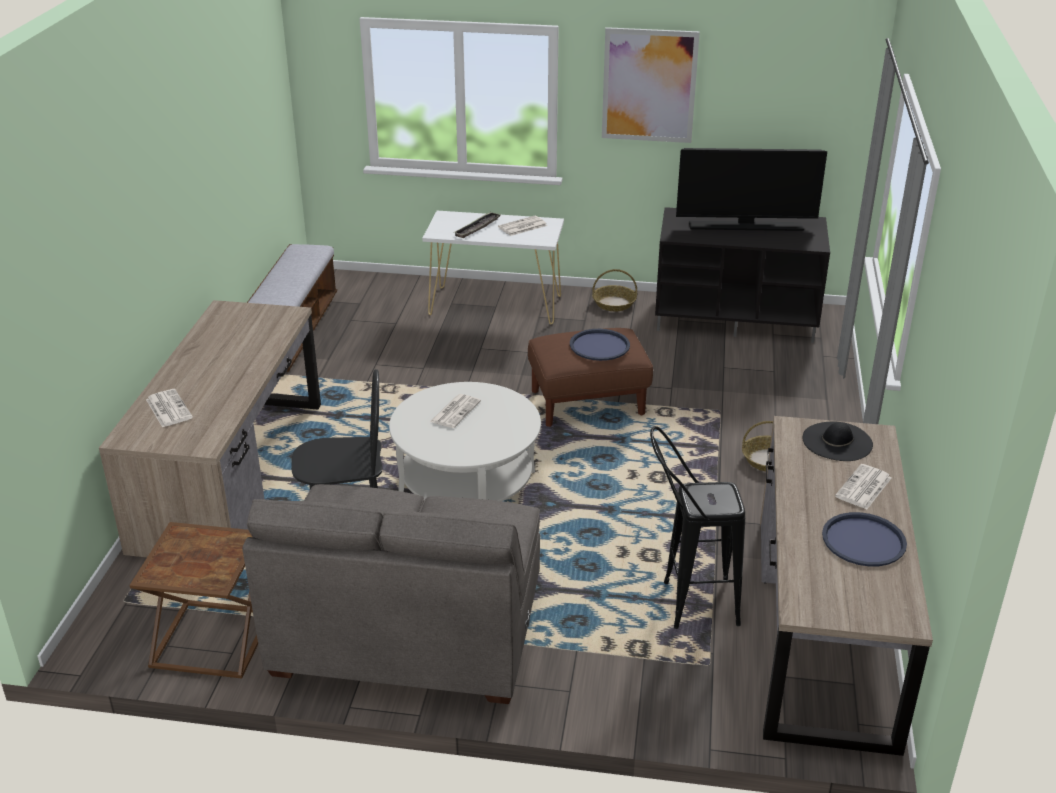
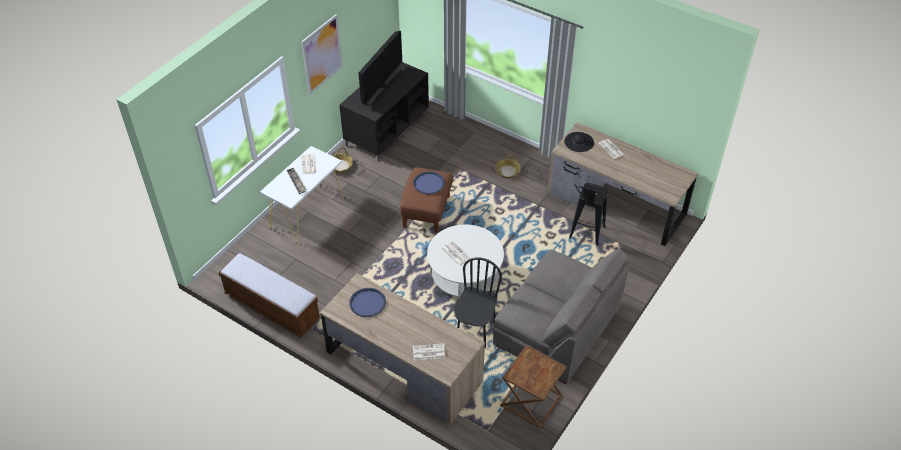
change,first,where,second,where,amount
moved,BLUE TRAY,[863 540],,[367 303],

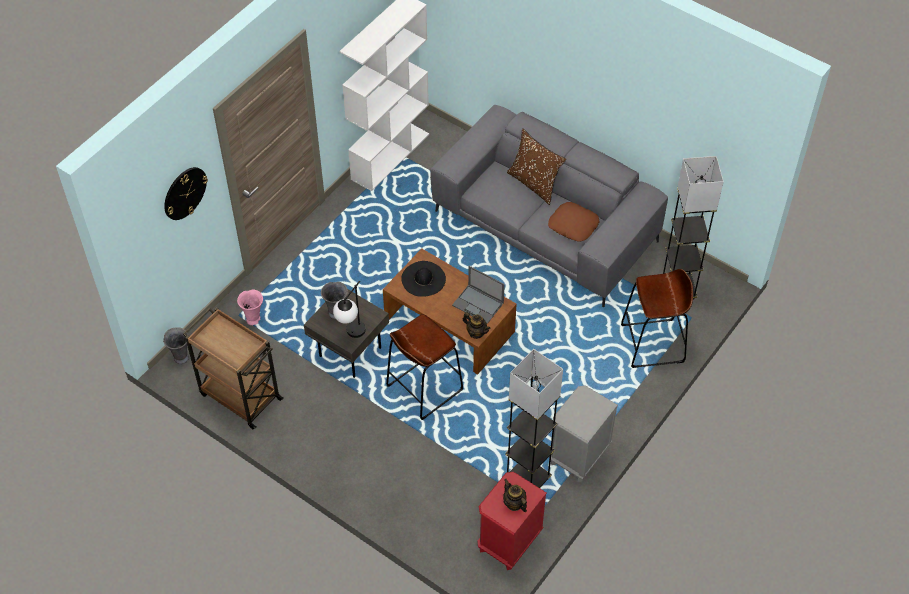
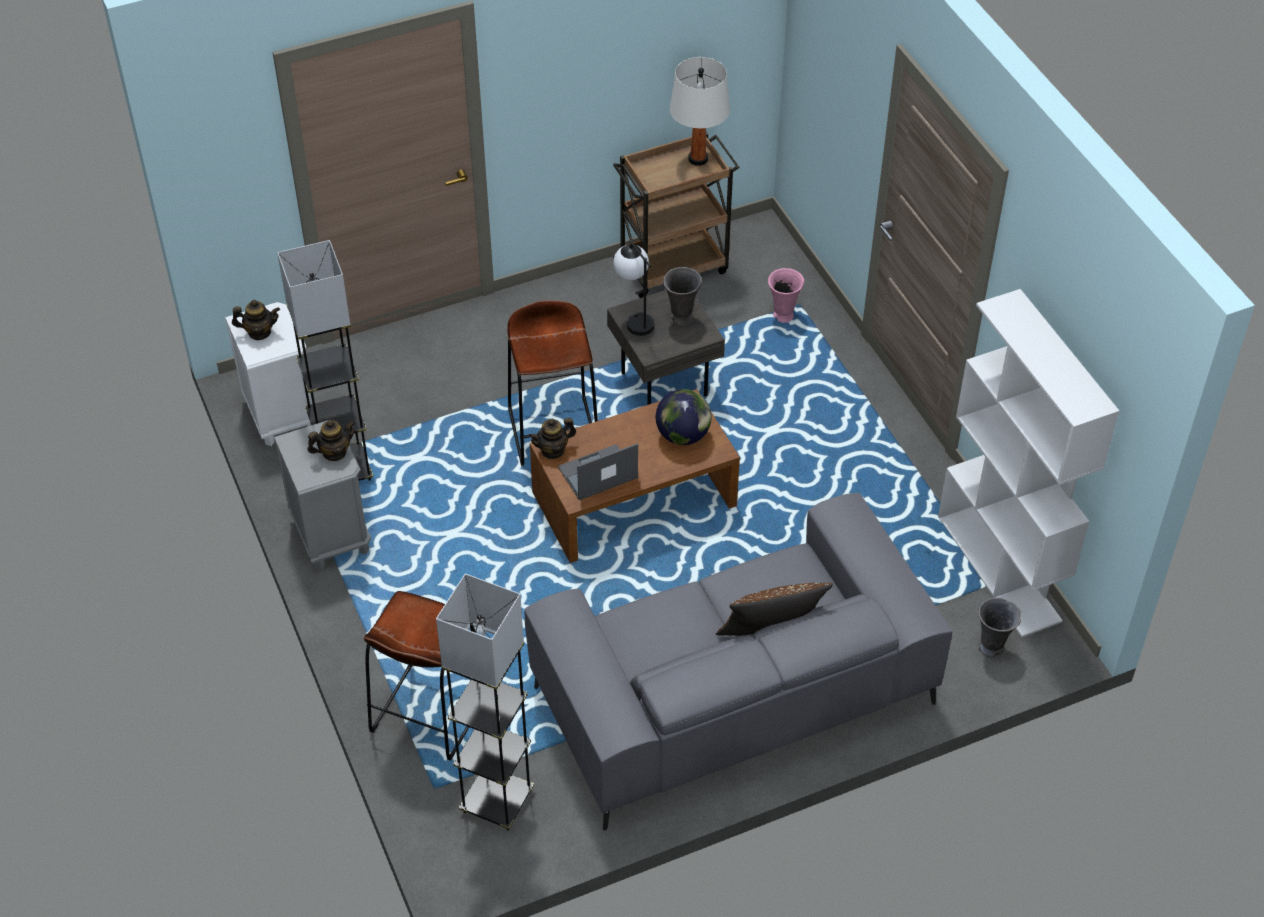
change,first,where,second,where,amount
moved,GREY VASE,[181 357],,[992 648],
removed,WALL CLOCK,[184 193],,,
replaced,BLACK HAT,[423 279],GLOBE,[683 435],
recoloured,RED NIGHTSTAND,[509 542],WHITE NIGHTSTAND,[281 416],
removed,BROWN PILLOW,[573 225],,,
added,,,TEAPOT,[334 452],
added,,,WHITE TABLE LAMP,[698 159],

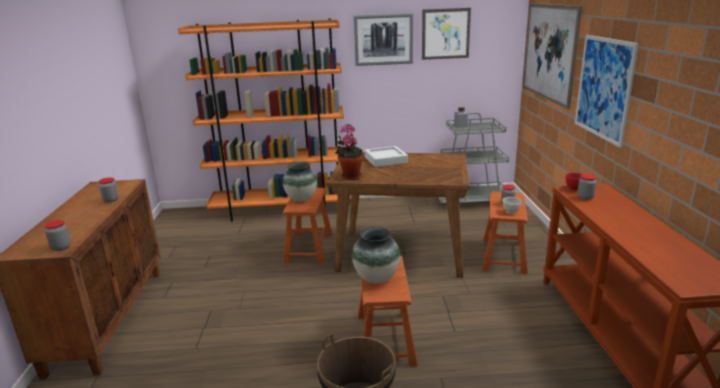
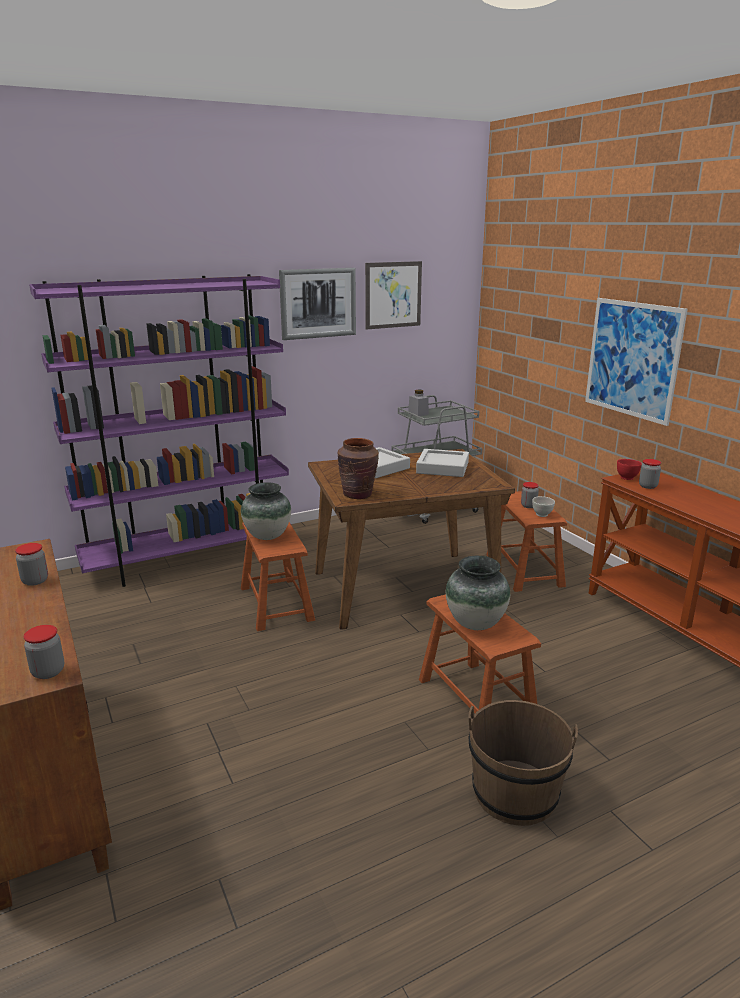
change,first,where,second,where,amount
recoloured,ORANGE BOOKCASE,[280 211],PURPLE BOOKCASE,[189 559],
replaced,POTTED PLANT,[350 176],BROWN VASE,[358 494],
removed,PICTURE,[549 52],,,
added,,,GREY TRAY,[442 467],

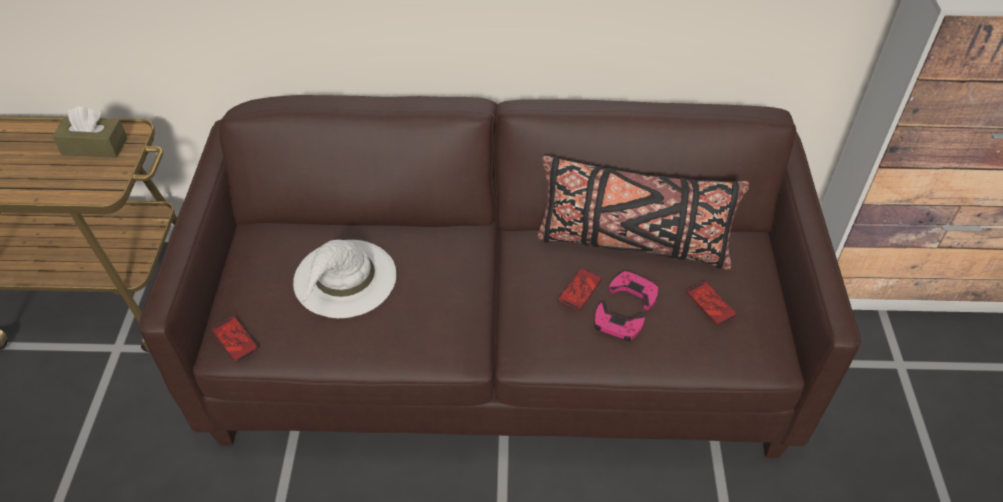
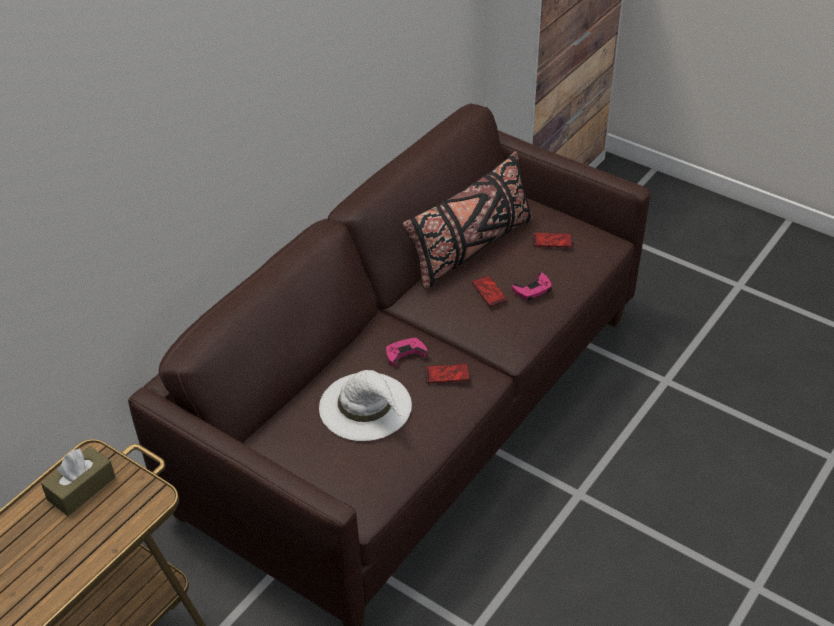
change,first,where,second,where,amount
moved,PHONE,[234 339],,[447 374],
moved,PINK GAME CONTROLLER,[634 292],,[405 353],

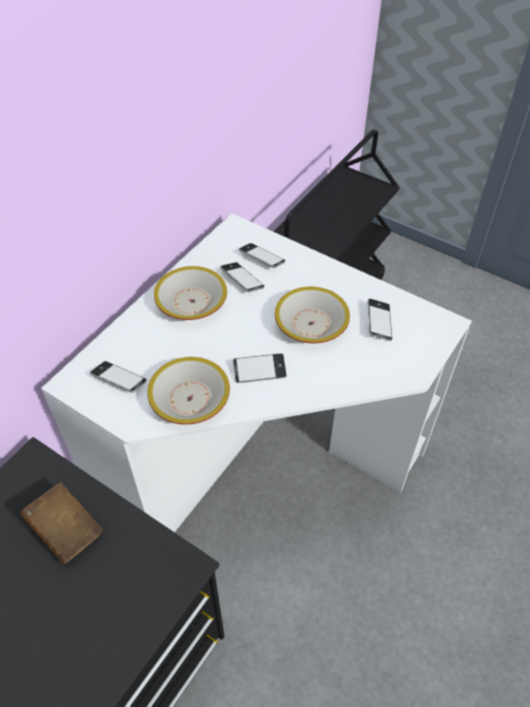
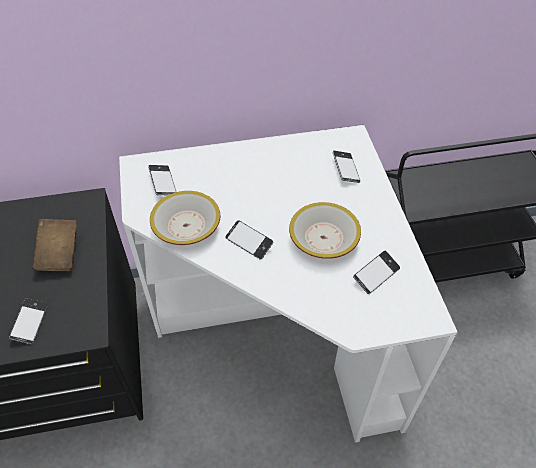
change,first,where,second,where,amount
removed,BOWL,[192 302],,,
moved,PHONE,[242 280],,[30 323],

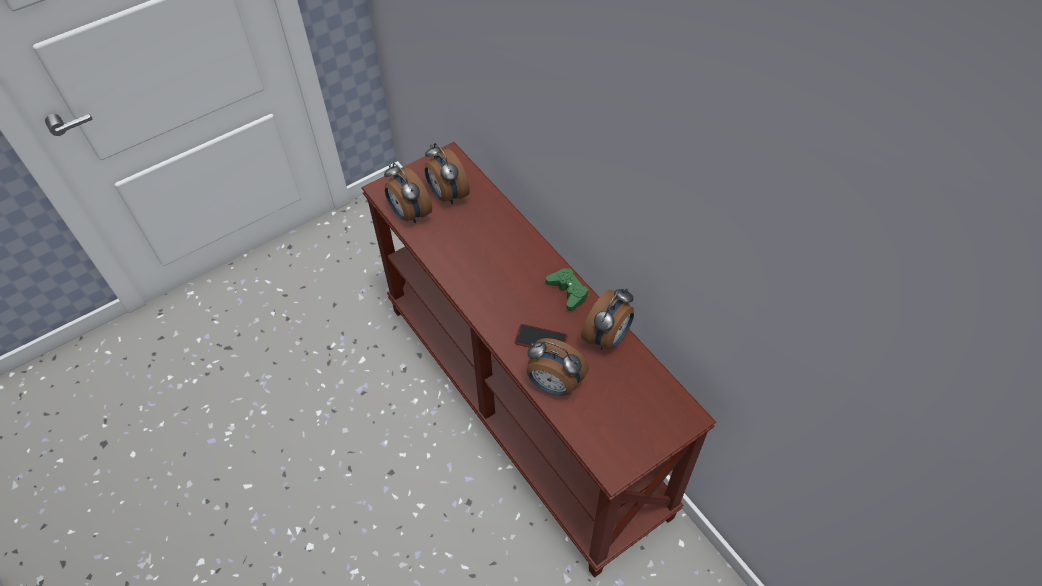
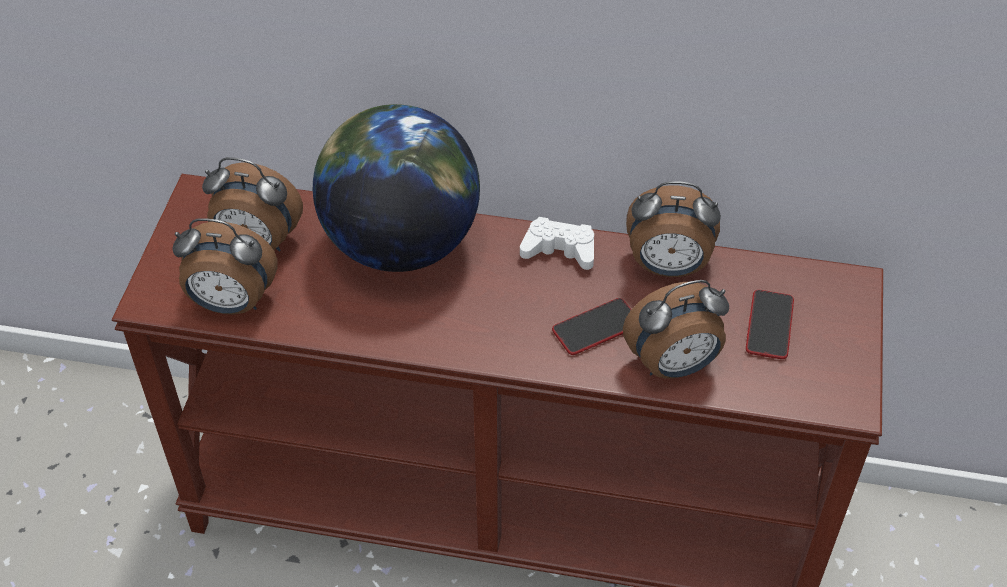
change,first,where,second,where,amount
recoloured,GREEN GAME CONTROLLER,[568 291],WHITE GAME CONTROLLER,[559 250],
turned,ALARM CLOCK,[607 338],,[668 267],105 degrees clockwise
added,,,GLOBE,[400 243],
added,,,PHONE,[769 325],

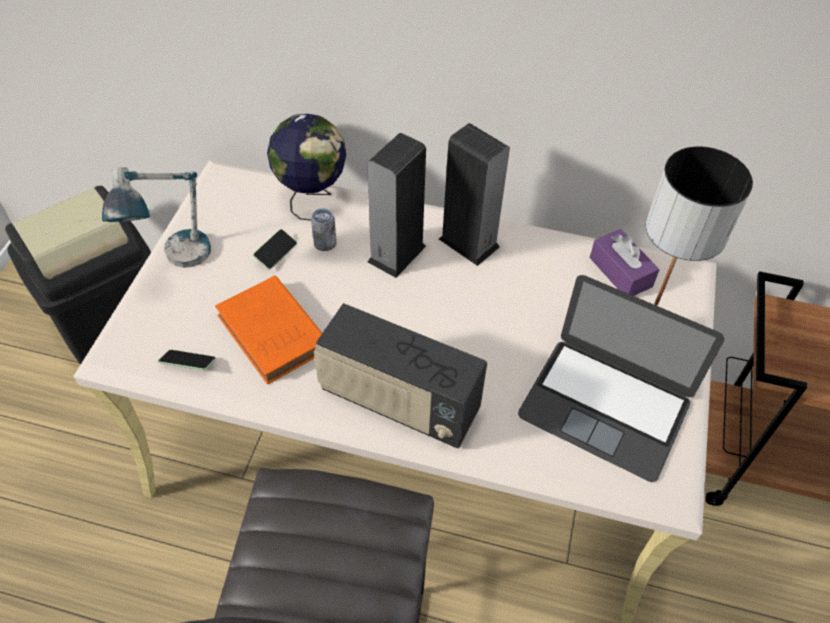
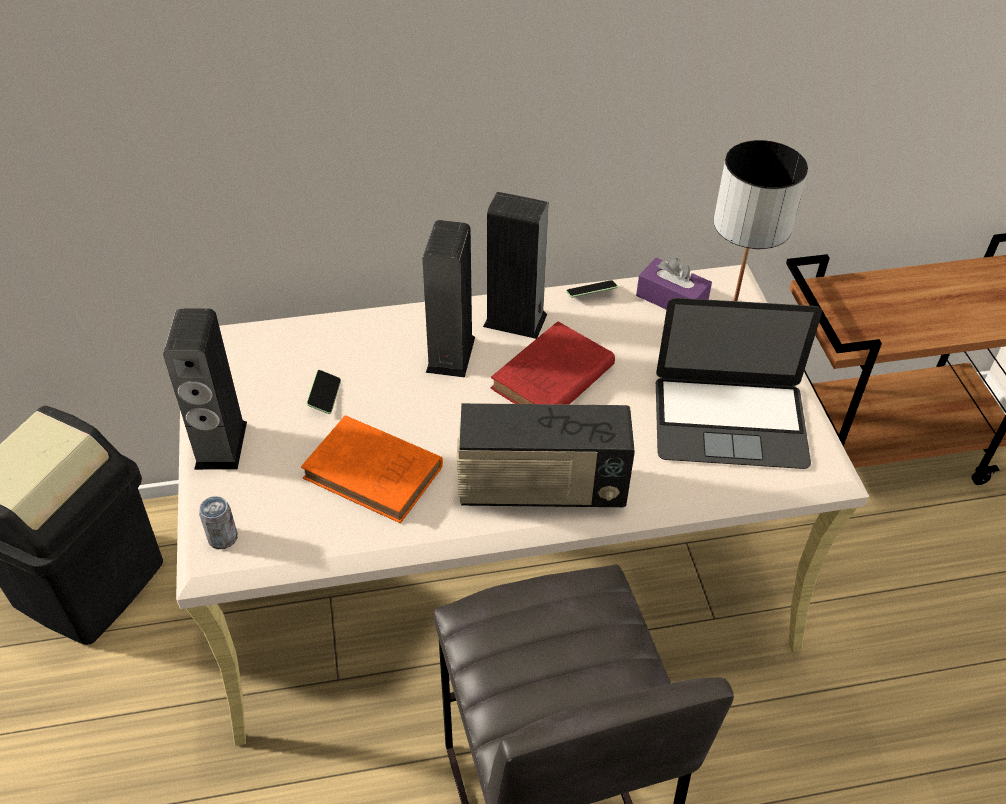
change,first,where,second,where,amount
replaced,TABLE LAMP,[176 264],SPEAKER,[221 445],
moved,PHONE,[188 364],,[591 294],
removed,GLOBE,[312 197],,,
moved,CAN,[325 243],,[223 538],
added,,,RED BOOK,[550 379],

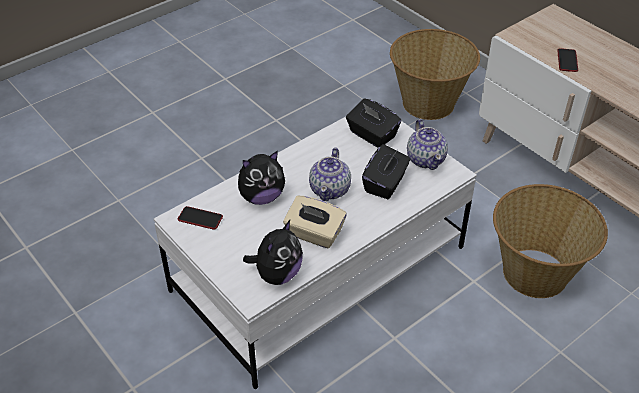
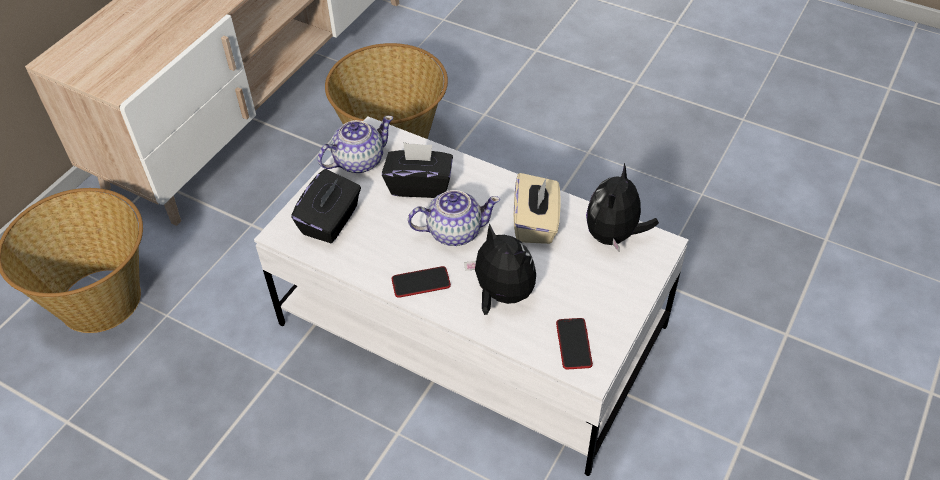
change,first,where,second,where,amount
turned,PLUSH TOY,[277 274],,[614 235],75 degrees counterclockwise
moved,PHONE,[567 61],,[421 282],

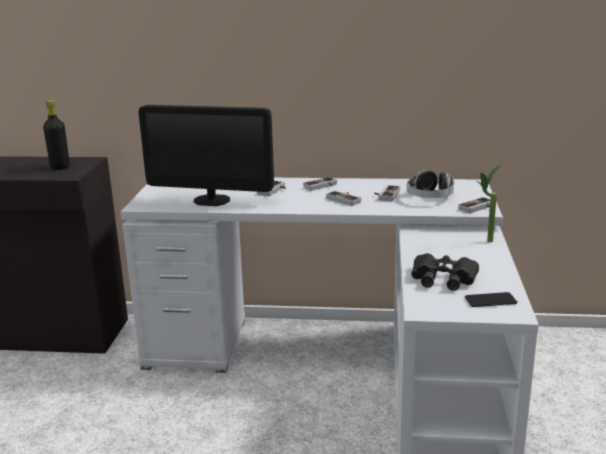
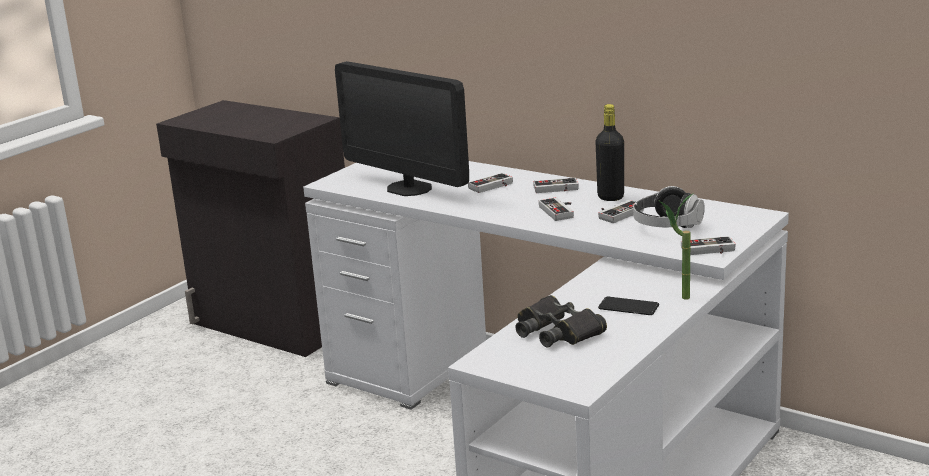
change,first,where,second,where,amount
moved,BLACK BOTTLE,[60 167],,[610 197],
moved,PHONE,[490 300],,[628 307],

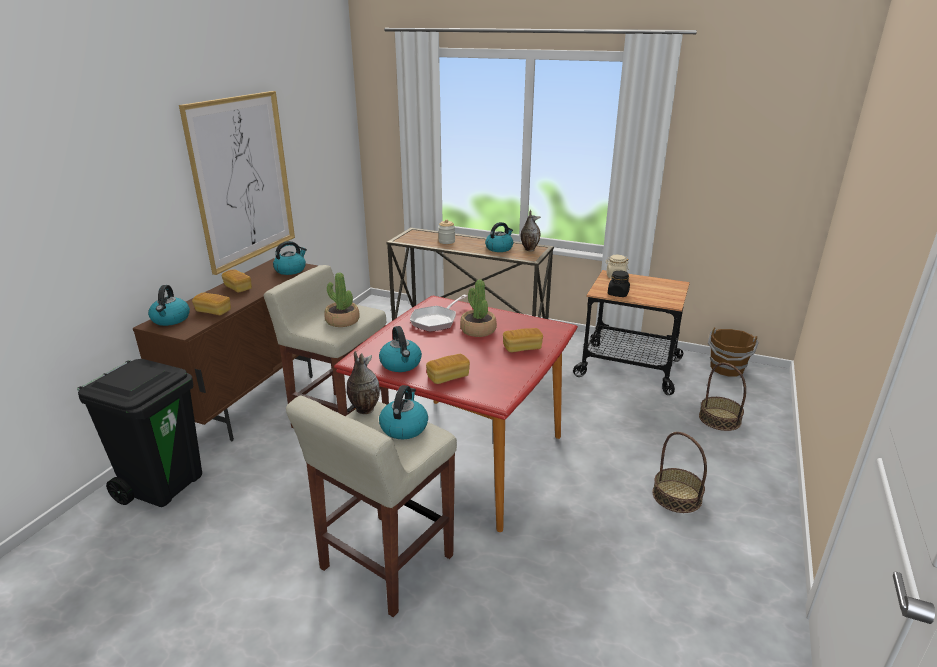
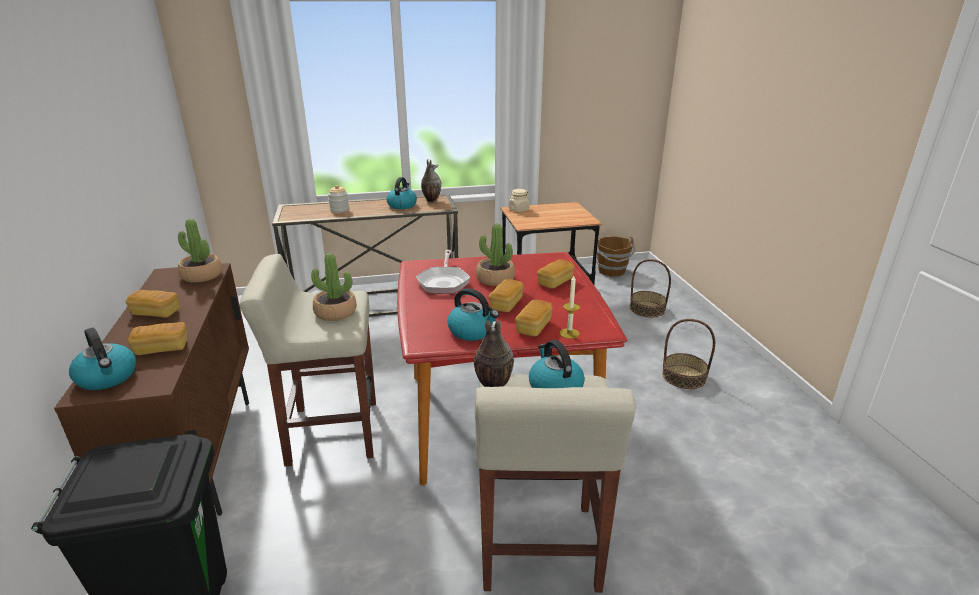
change,first,where,second,where,amount
removed,PICTURE,[242 180],,,
replaced,KETTLE,[291 270],POTTED PLANT,[201 276],
removed,BLACK JAR,[618 294],,,
added,,,BREAD,[506 304],
added,,,CANDLE,[569 333],

